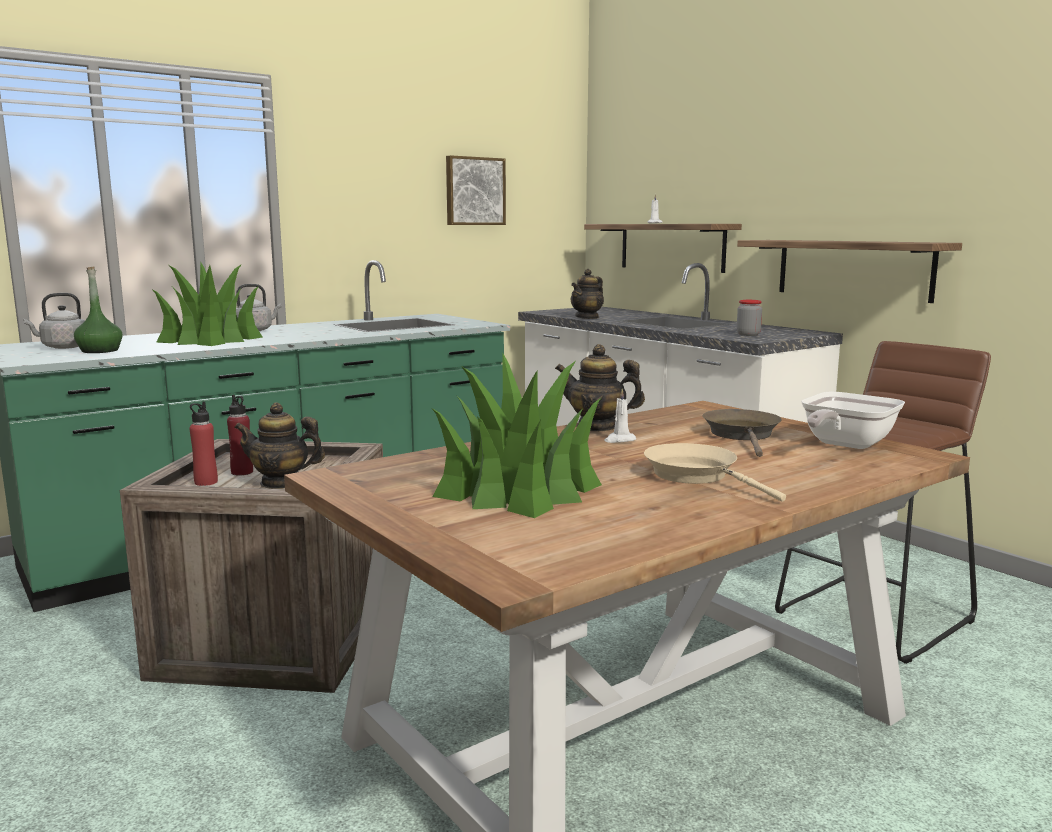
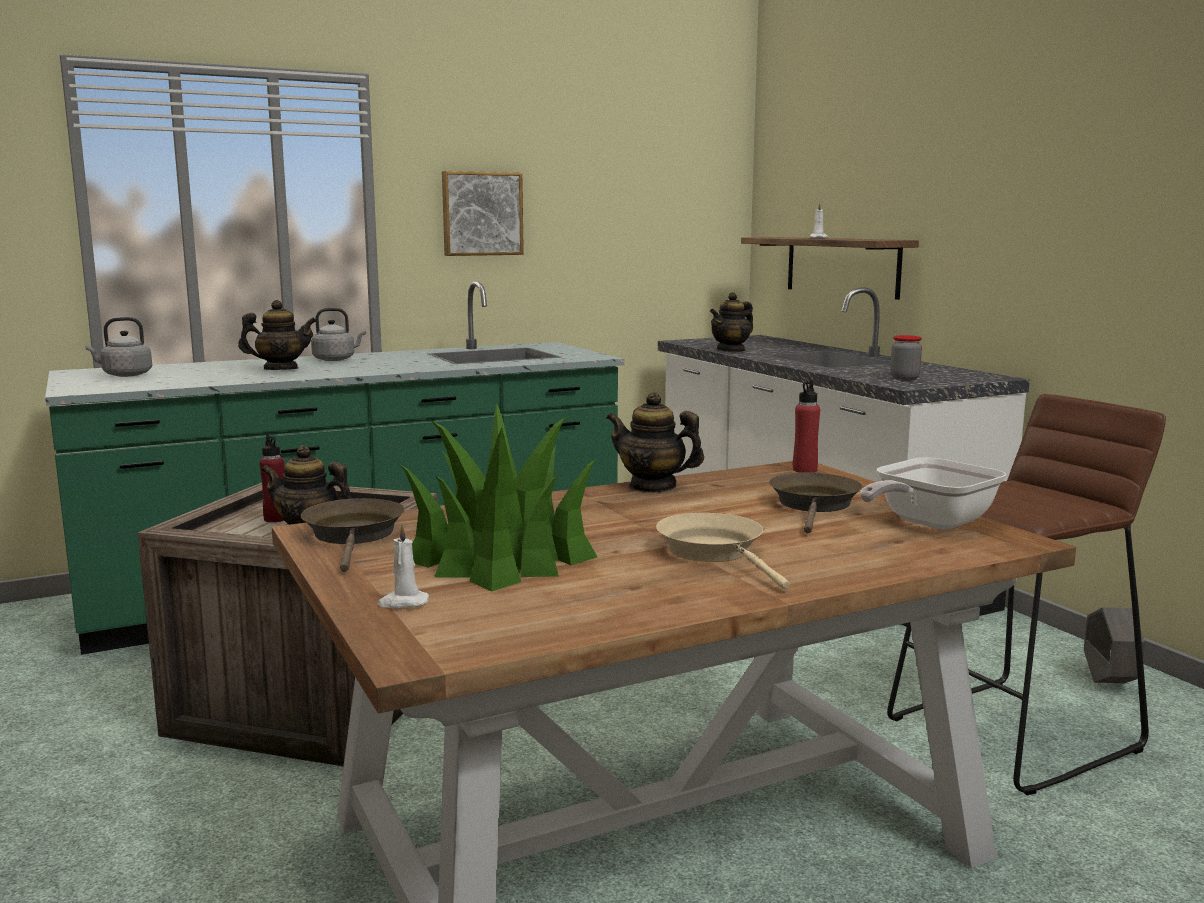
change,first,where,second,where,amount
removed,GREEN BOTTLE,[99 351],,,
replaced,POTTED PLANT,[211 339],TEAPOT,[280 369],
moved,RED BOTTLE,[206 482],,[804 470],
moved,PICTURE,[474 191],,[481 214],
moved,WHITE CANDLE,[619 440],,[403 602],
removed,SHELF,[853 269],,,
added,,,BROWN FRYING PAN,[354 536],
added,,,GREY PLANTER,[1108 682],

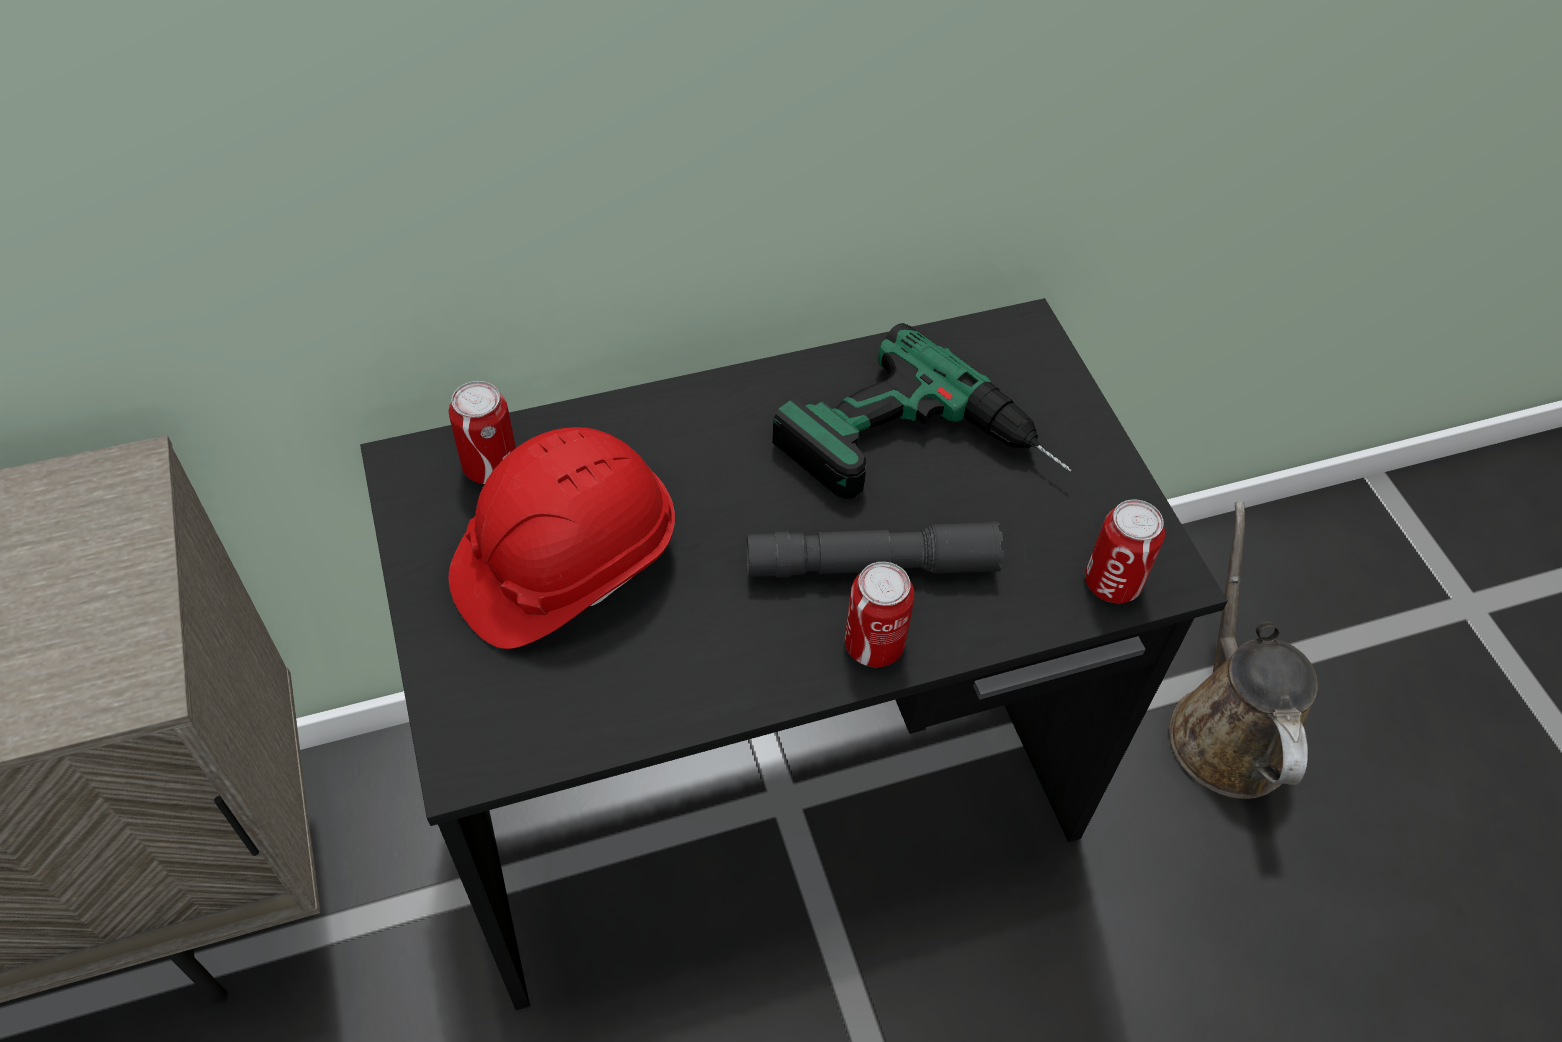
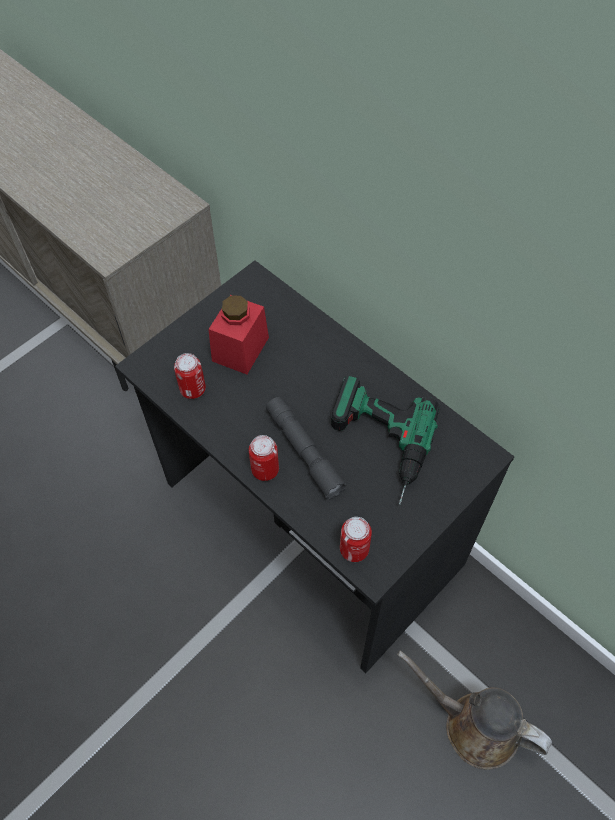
change,first,where,second,where,amount
moved,CAN,[490 466],,[193 389],
replaced,RED HARD HAT,[565 563],RED JAR,[240 349],
turned,BROWN WATERING CAN,[1227 726],,[474 725],120 degrees counterclockwise

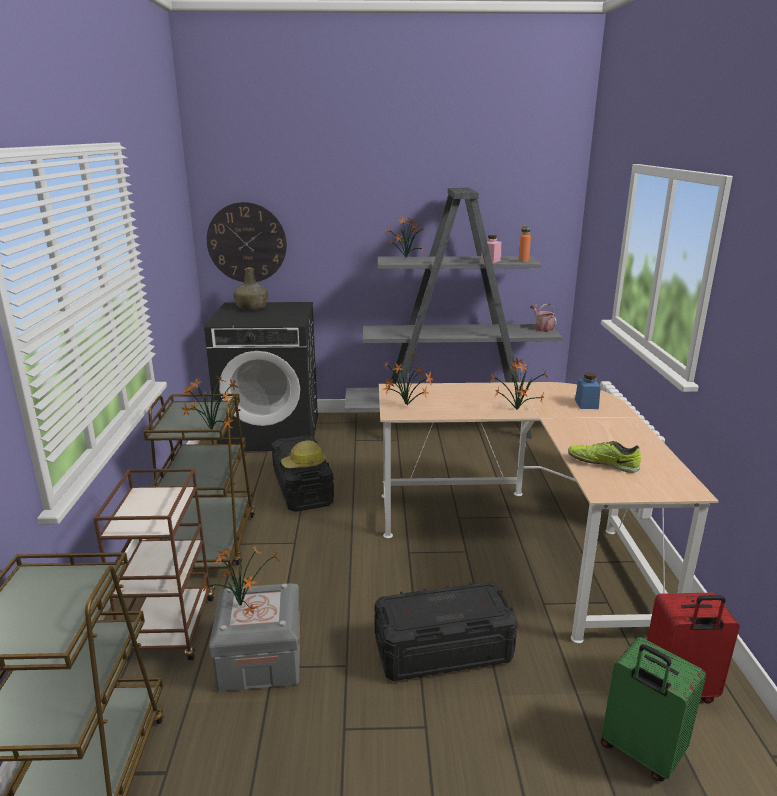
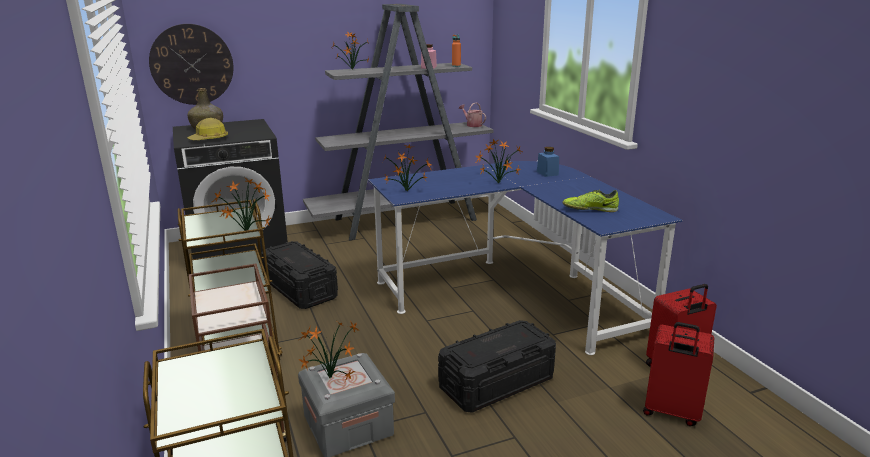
change,first,where,second,where,amount
moved,HARD HAT,[304 464],,[209 139],
recoloured,BEIGE DESK,[527 538],BLUE DESK,[515 292],
recoloured,GREEN SUITCASE,[640 752],RED SUITCASE,[671 412],

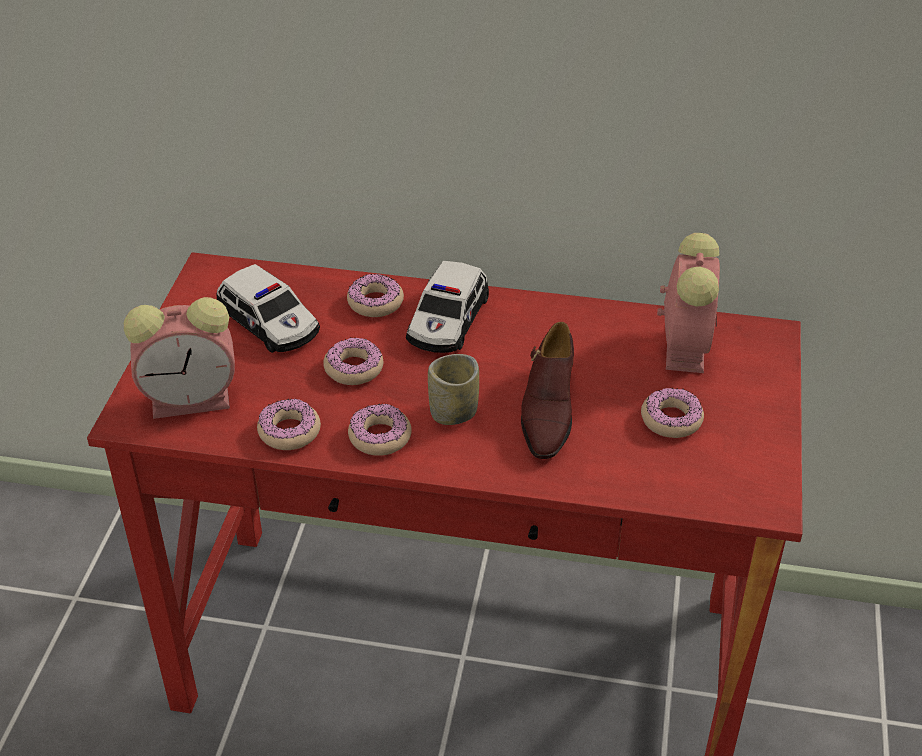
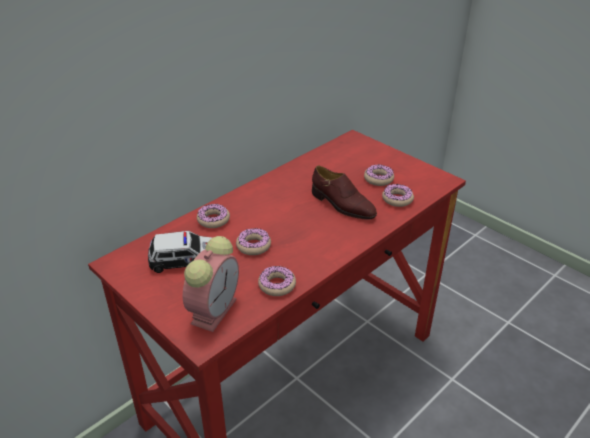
change,first,where,second,where,amount
moved,DONUT,[380 437],,[397 199],
removed,TOY CAR,[447 321],,,
removed,CUP,[453 413],,,
removed,ALARM CLOCK,[684 345],,,

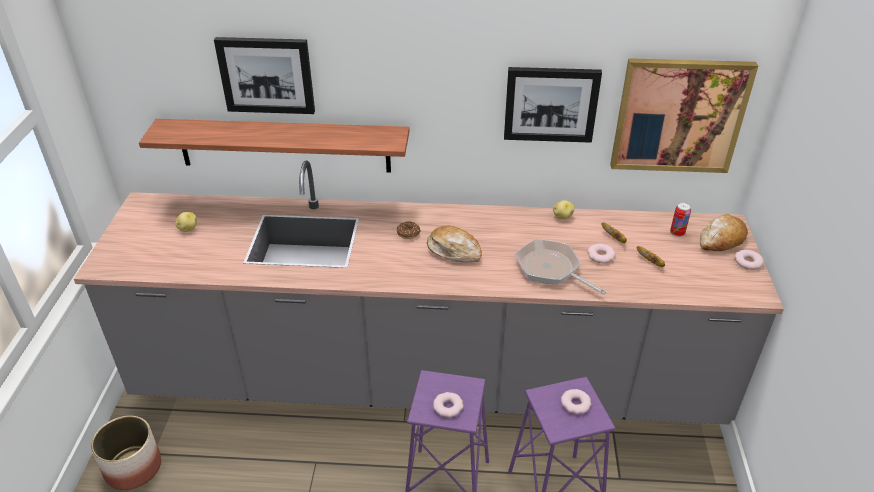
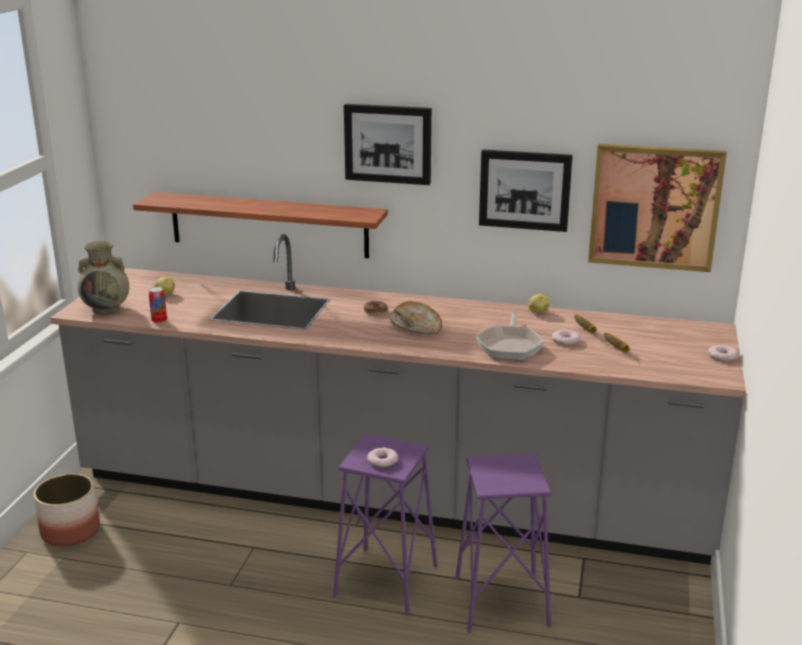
change,first,where,second,where,amount
moved,PICTURE,[266 75],,[388 143],
turned,FRYING PAN,[551 269],,[510 345],135 degrees counterclockwise
removed,DONUT,[575 404],,,
moved,CAN,[677 233],,[159 321],
removed,BREAD,[721 240],,,
added,,,BEIGE VASE,[107 309],

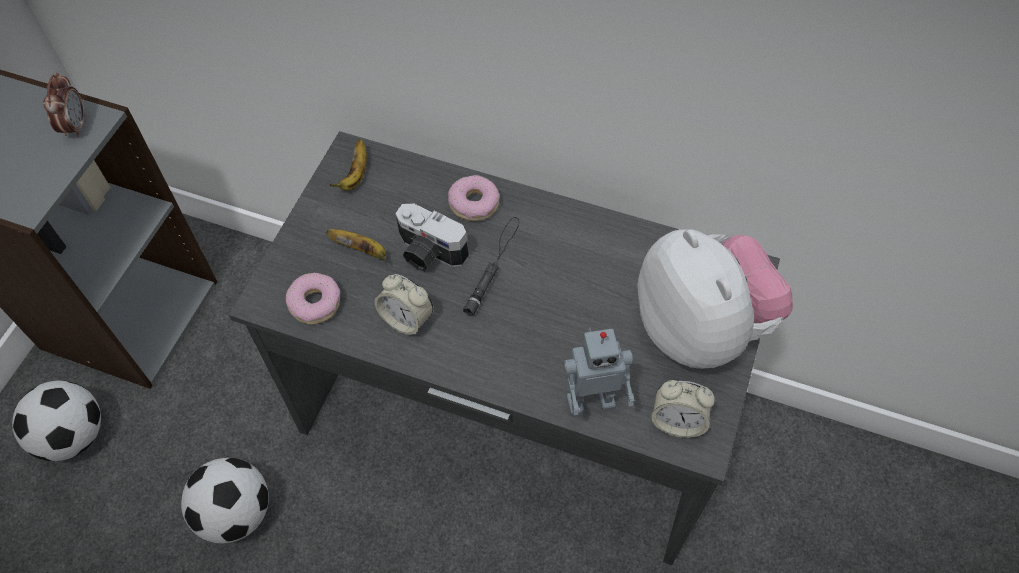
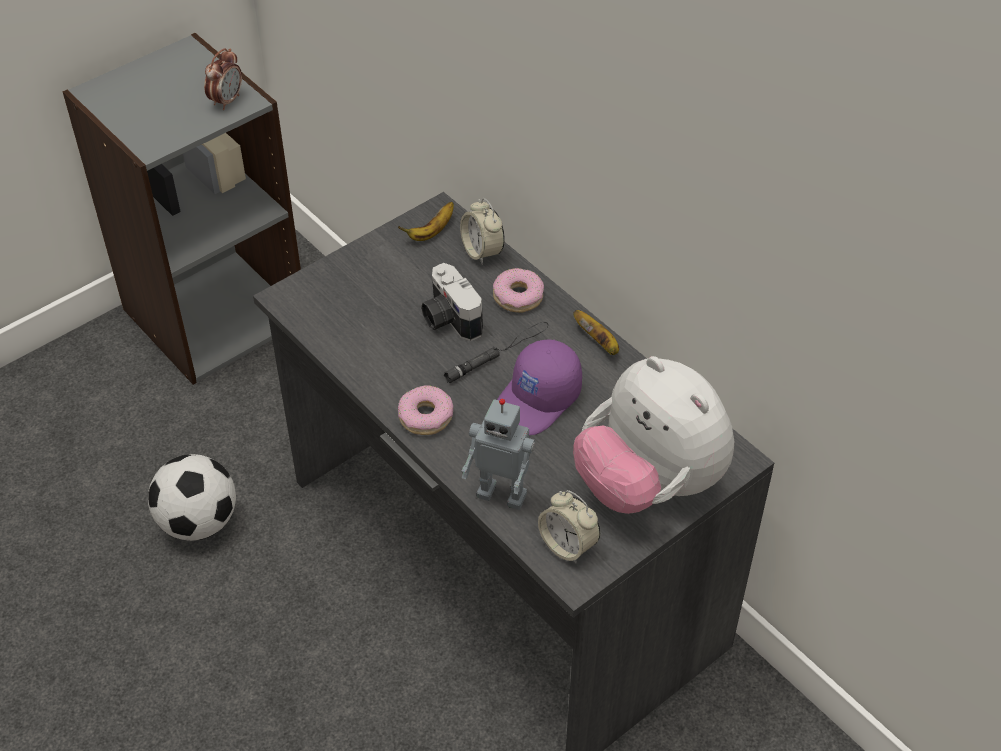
change,first,where,second,where,amount
removed,FOOTBALL,[73 435],,,
moved,DONUT,[314 303],,[425 416],
moved,BANANA,[362 250],,[598 342],
moved,ALARM CLOCK,[406 319],,[482 252],
turned,PLUSH TOY,[700 328],,[648 484],135 degrees clockwise
added,,,PURPLE CAP,[538 400],

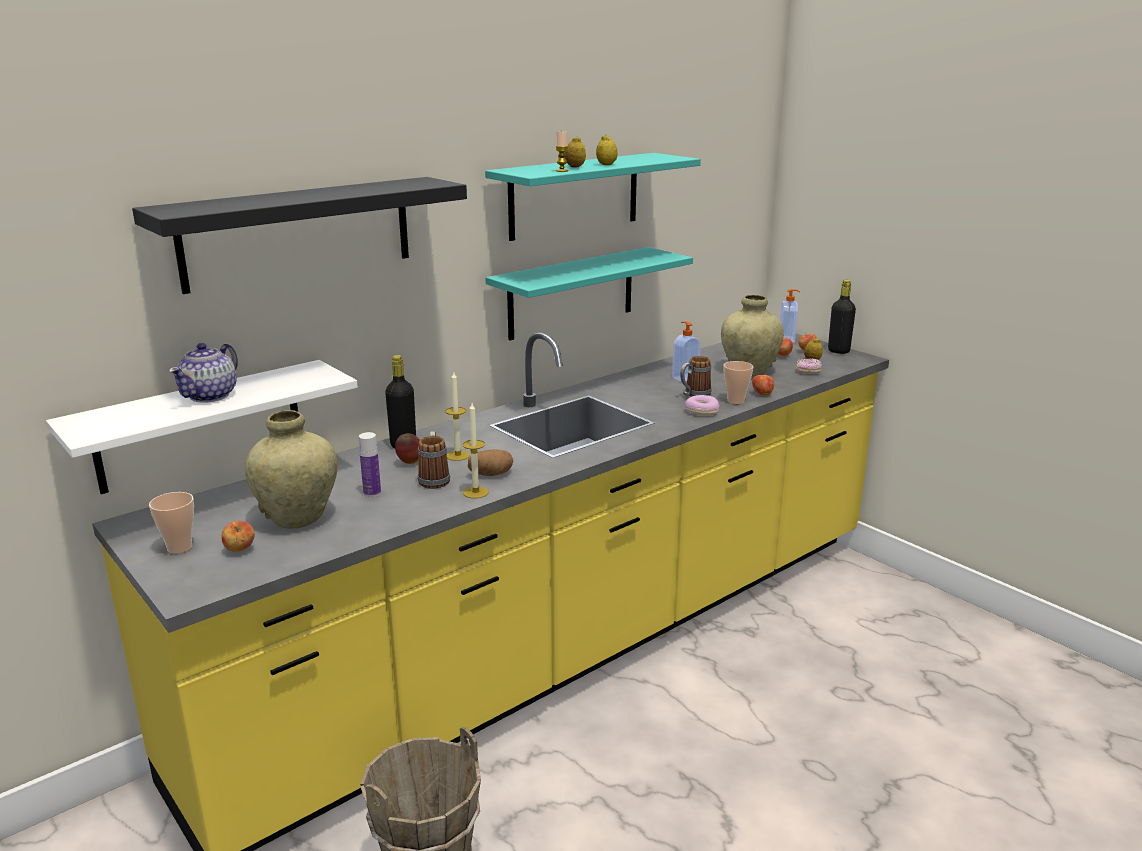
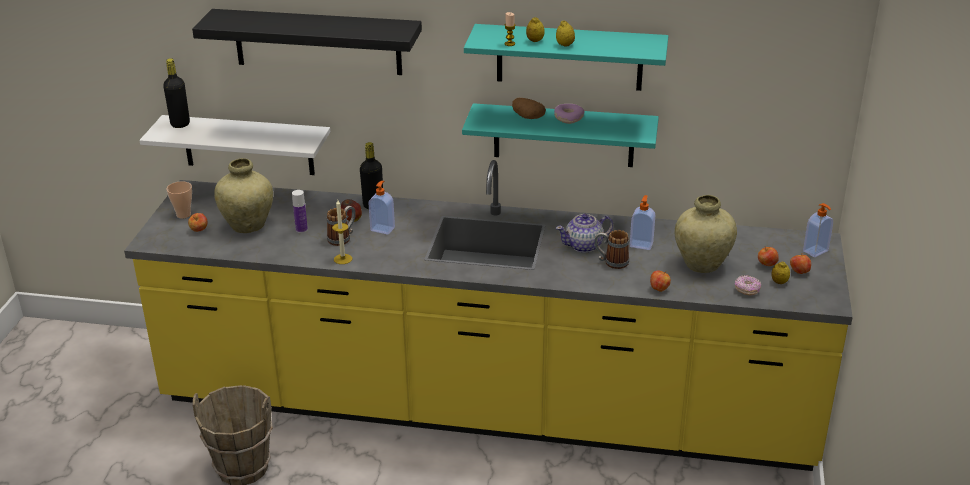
change,first,where,second,where,amount
moved,TEAPOT,[210 395],,[584 246],
replaced,CANDLE,[458 455],SOAP DISPENSER,[383 229],
moved,POTATO,[491 474],,[527 117],
moved,DONUT,[701 411],,[568 118],
removed,CUP,[735 401],,,
moved,BLACK BOTTLE,[838 351],,[180 124],

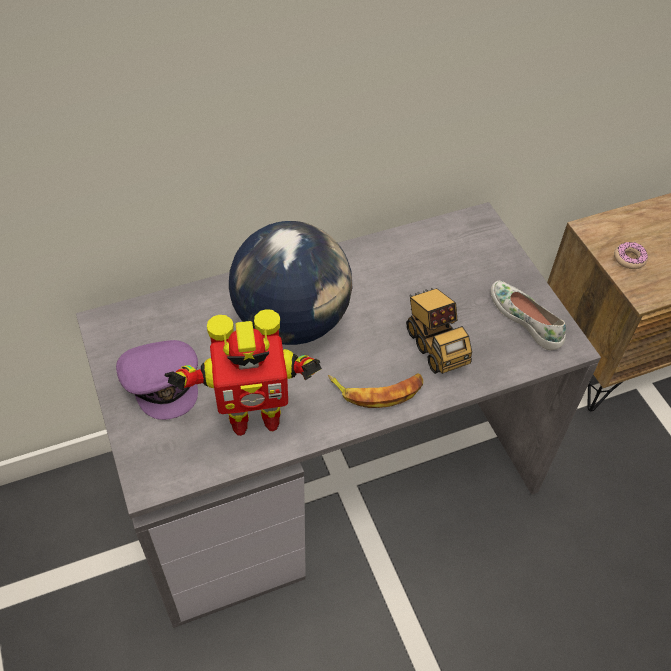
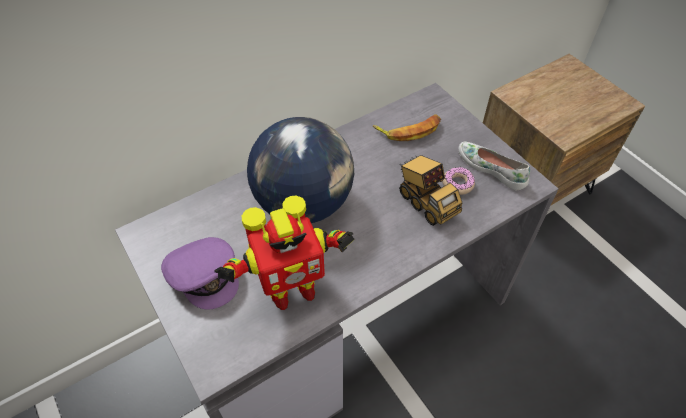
change,first,where,second,where,amount
moved,BANANA,[378 390],,[409 130],
moved,DONUT,[629 259],,[457 184],

